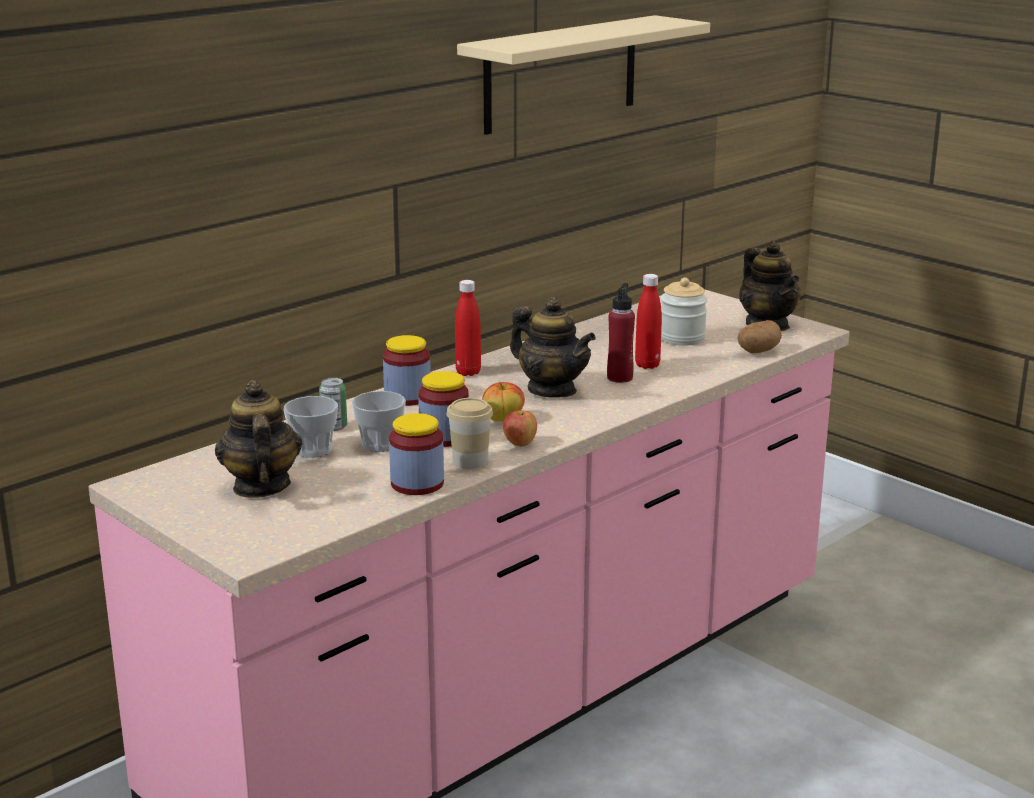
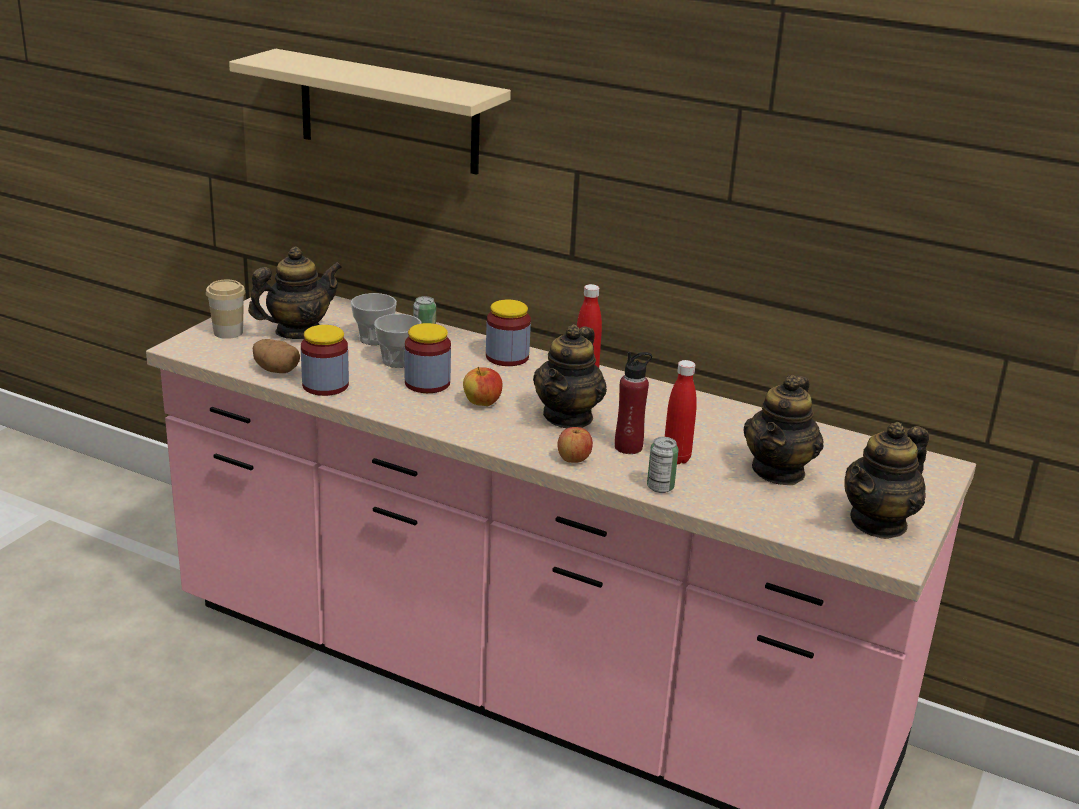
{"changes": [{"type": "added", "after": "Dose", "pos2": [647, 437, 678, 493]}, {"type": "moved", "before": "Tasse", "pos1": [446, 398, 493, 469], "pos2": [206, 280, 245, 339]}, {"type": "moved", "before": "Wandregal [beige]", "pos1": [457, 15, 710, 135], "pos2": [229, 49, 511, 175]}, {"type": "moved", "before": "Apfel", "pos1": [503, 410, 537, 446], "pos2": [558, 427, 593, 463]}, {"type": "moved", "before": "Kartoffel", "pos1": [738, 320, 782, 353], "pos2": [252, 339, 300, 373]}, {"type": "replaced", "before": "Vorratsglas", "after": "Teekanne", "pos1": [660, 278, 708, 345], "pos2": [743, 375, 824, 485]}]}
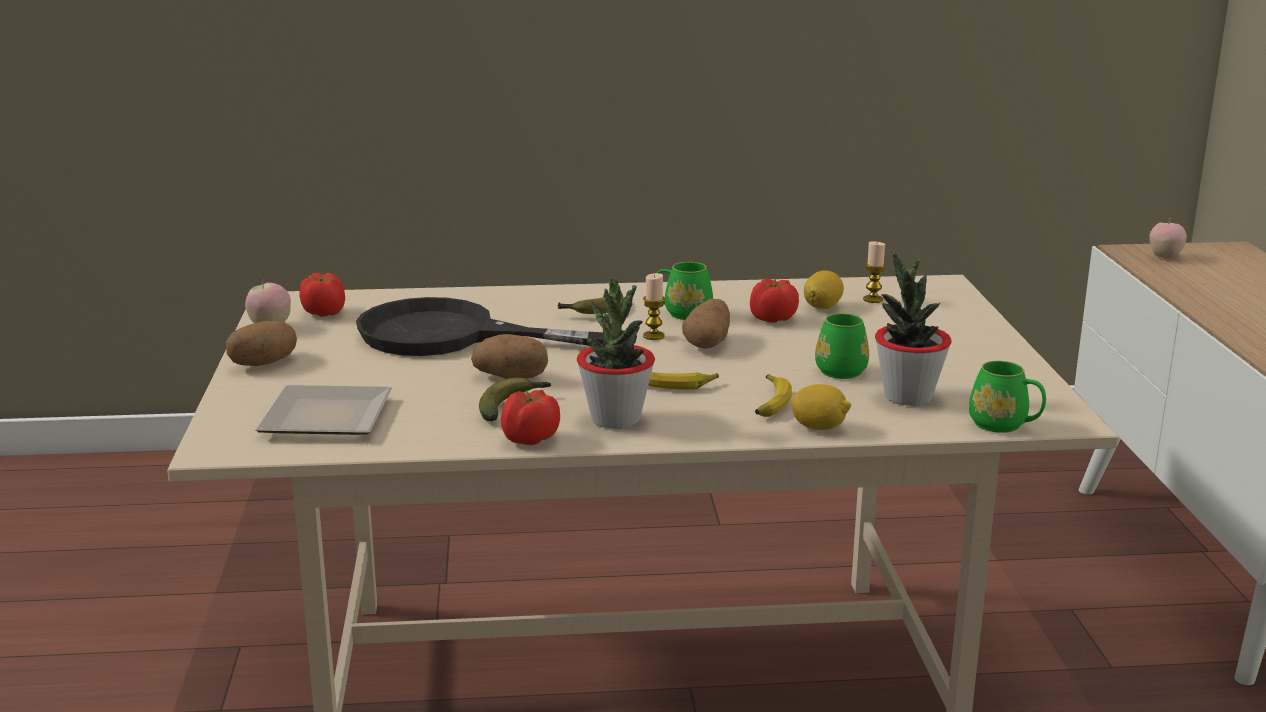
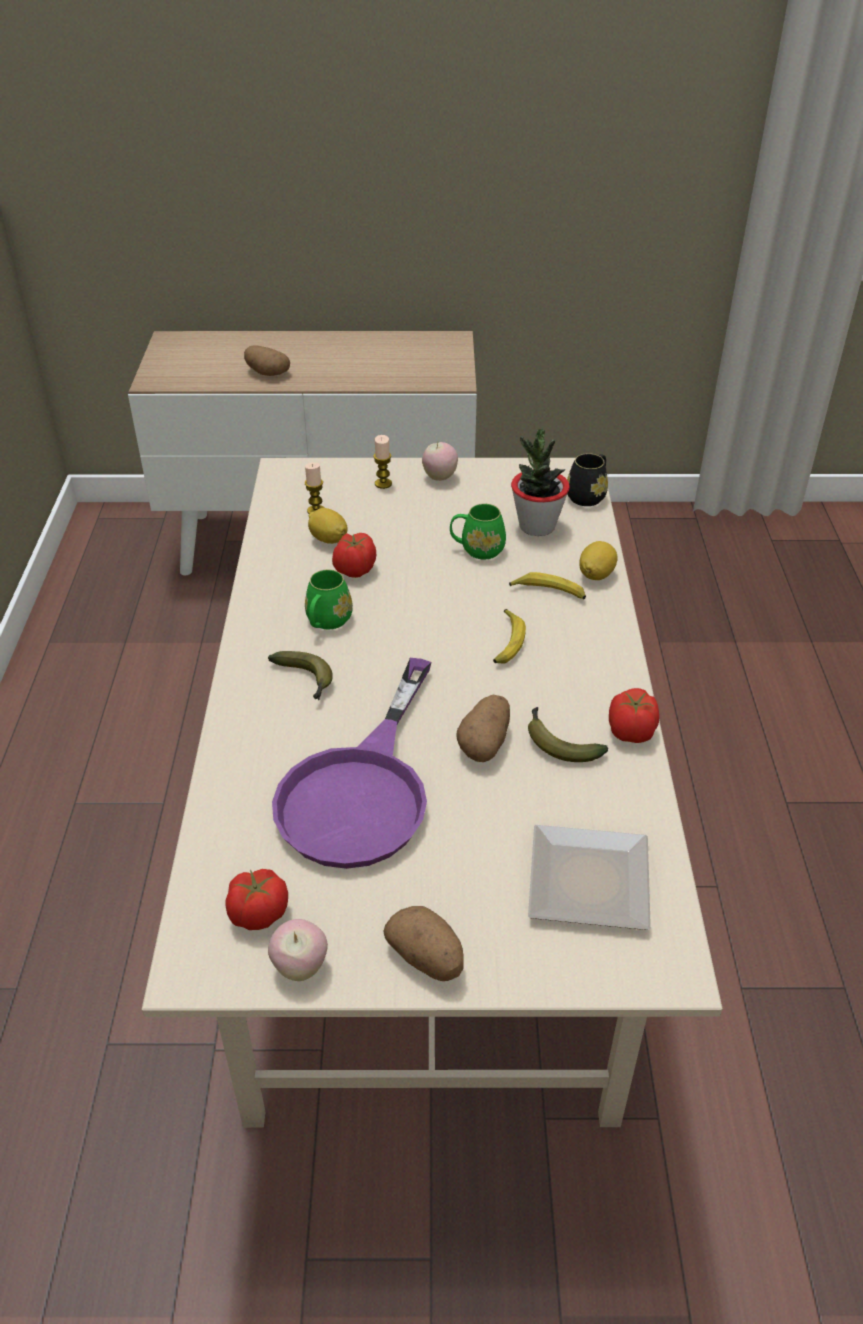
{"changes": [{"type": "removed", "before": "Topfpflanze", "pos1": [577, 278, 655, 429]}, {"type": "moved", "before": "Kerze", "pos1": [643, 273, 665, 340], "pos2": [373, 435, 392, 489]}, {"type": "moved", "before": "Kartoffel", "pos1": [682, 299, 730, 349], "pos2": [244, 346, 290, 376]}, {"type": "moved", "before": "Apfel", "pos1": [1149, 219, 1187, 258], "pos2": [422, 442, 458, 481]}, {"type": "recoloured", "before": "Pfanne [schwarz]", "after": "Pfanne [lila]", "pos1": [356, 297, 604, 356], "pos2": [272, 658, 431, 869]}, {"type": "recoloured", "before": "Henkelbecher [grün]", "after": "Henkelbecher [schwarz]", "pos1": [969, 361, 1046, 433], "pos2": [567, 453, 608, 506]}]}
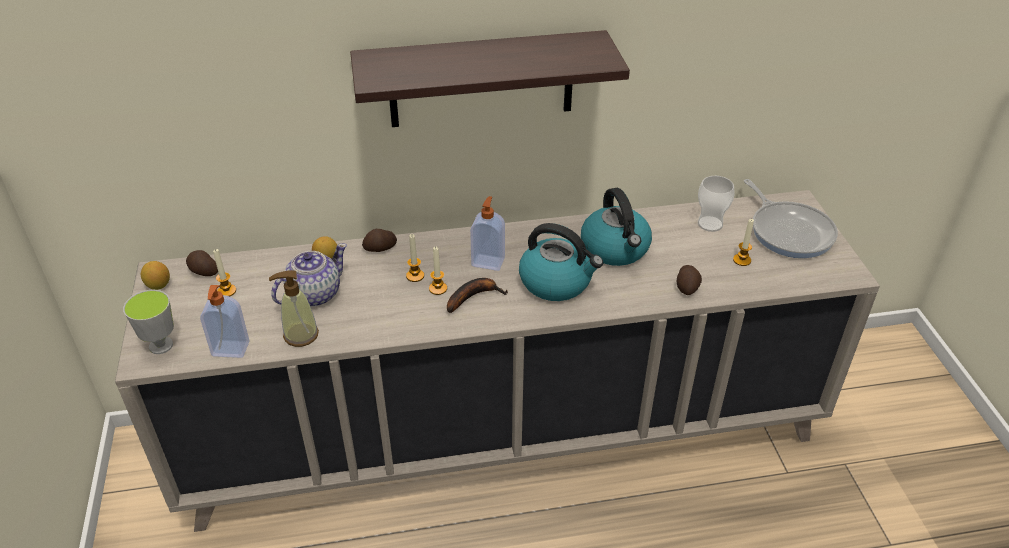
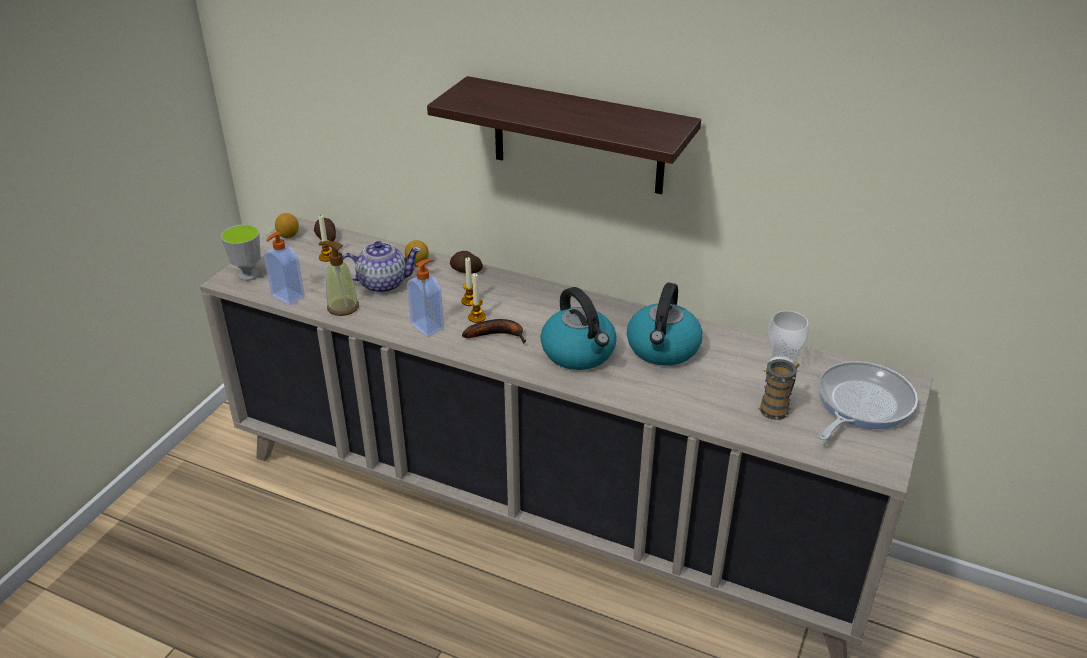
{"changes": [{"type": "removed", "before": "Kartoffel", "pos1": [677, 265, 702, 295]}, {"type": "moved", "before": "Seifenspender", "pos1": [470, 196, 505, 271], "pos2": [407, 259, 444, 337]}, {"type": "replaced", "before": "Kerze", "after": "Henkelbecher", "pos1": [733, 219, 754, 266], "pos2": [758, 359, 800, 420]}, {"type": "turned", "before": "Pfanne", "pos1": [744, 179, 838, 258], "pos2": [818, 361, 918, 440], "turn": -150}]}
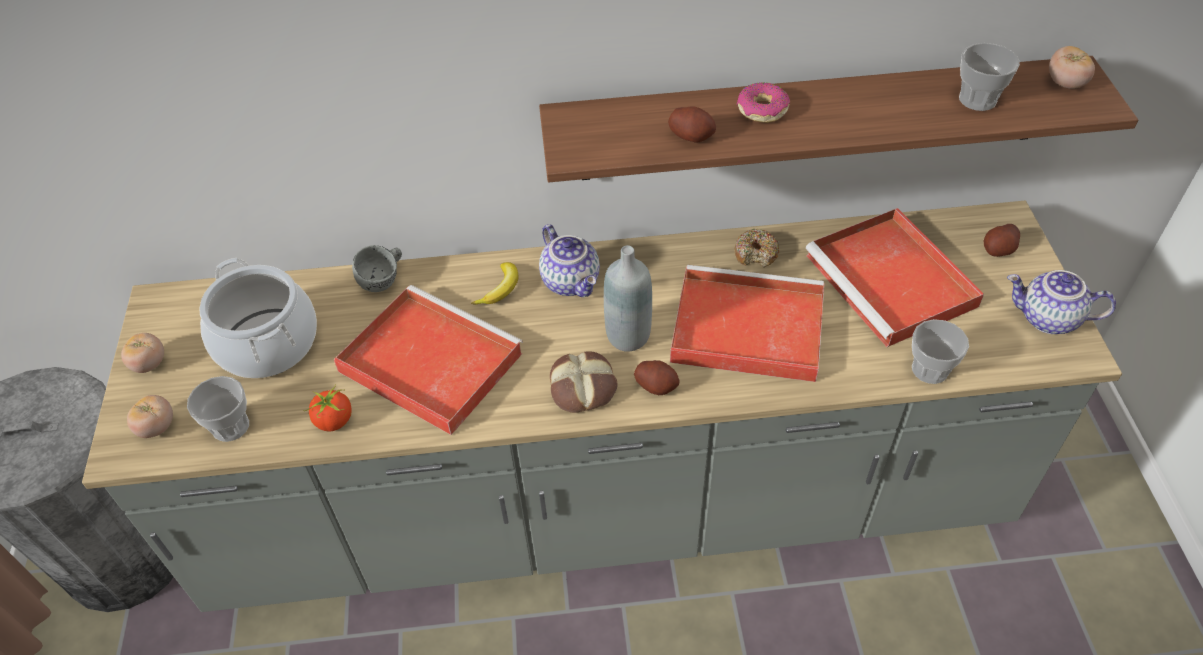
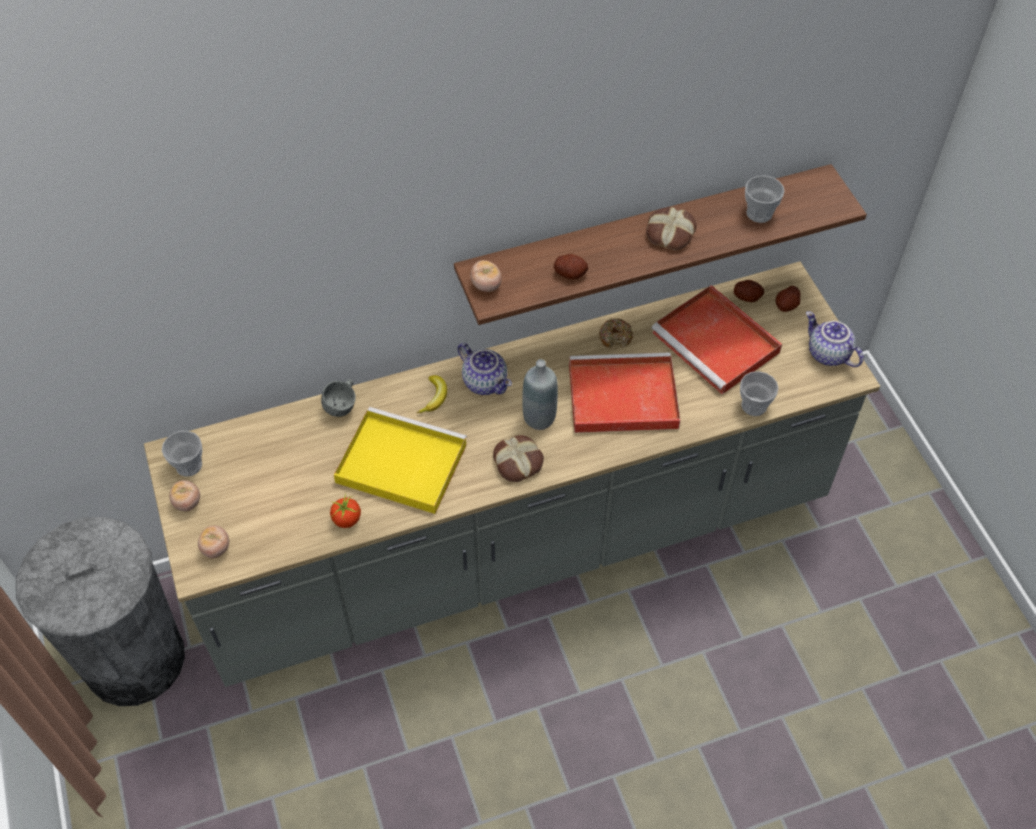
{"changes": [{"type": "removed", "before": "Kochtopf", "pos1": [200, 258, 317, 378]}, {"type": "removed", "before": "Donut", "pos1": [737, 82, 790, 123]}, {"type": "added", "after": "Brot", "pos2": [646, 207, 697, 251]}, {"type": "moved", "before": "Tasse", "pos1": [187, 376, 249, 442], "pos2": [162, 431, 202, 477]}, {"type": "moved", "before": "Kartoffel", "pos1": [634, 360, 680, 395], "pos2": [734, 280, 764, 302]}, {"type": "moved", "before": "Tomate", "pos1": [1049, 46, 1095, 89], "pos2": [470, 260, 502, 292]}, {"type": "recoloured", "before": "Tablett [rot]", "after": "Tablett [gelb]", "pos1": [334, 285, 523, 435], "pos2": [334, 407, 467, 514]}, {"type": "turned", "before": "Teekanne", "pos1": [1007, 270, 1116, 334], "pos2": [806, 311, 864, 367], "turn": 45}]}
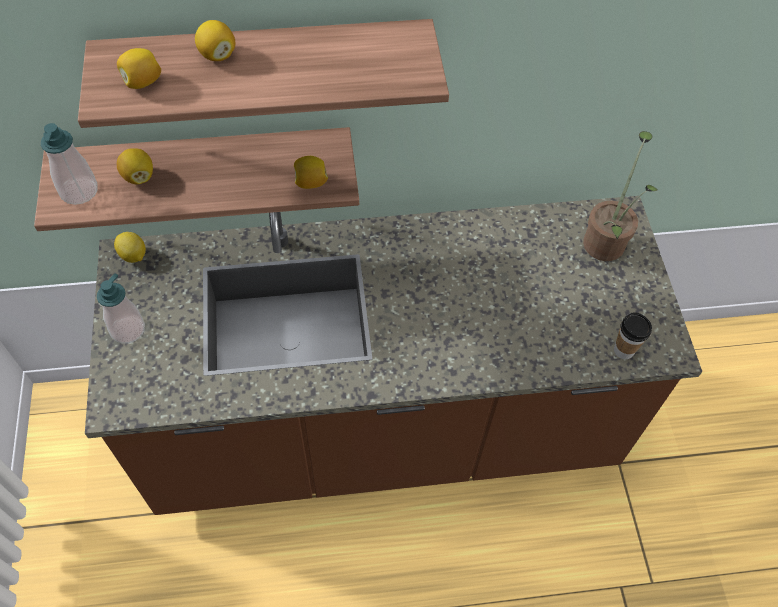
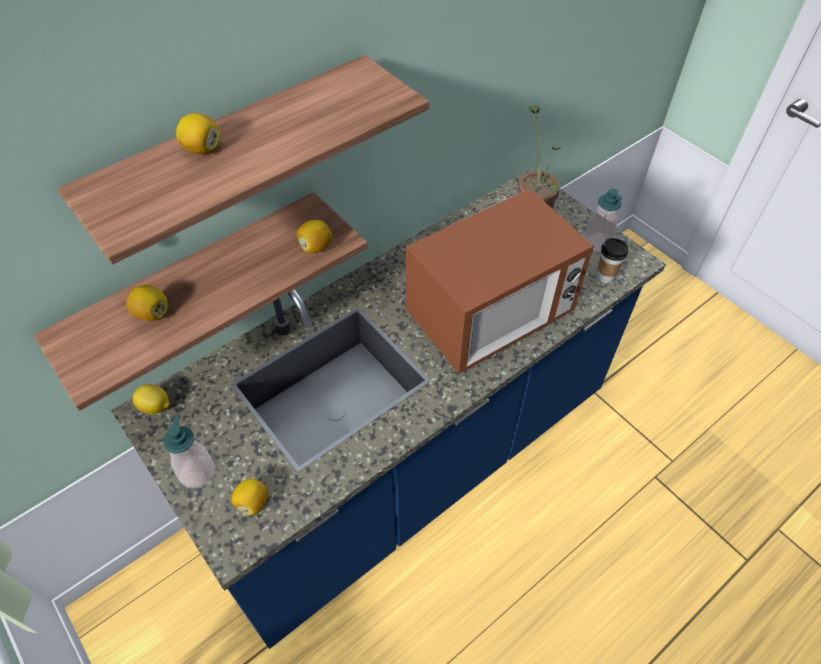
{"changes": [{"type": "added", "after": "Mikrowelle", "pos2": [406, 189, 594, 374]}, {"type": "moved", "before": "Seifenspender", "pos1": [41, 123, 98, 205], "pos2": [584, 188, 623, 252]}, {"type": "moved", "before": "Zitrone", "pos1": [117, 48, 161, 89], "pos2": [231, 478, 268, 516]}, {"type": "recoloured", "before": "Küchenzeile [braun]", "after": "Küchenzeile [blau]", "pos1": [85, 196, 702, 515], "pos2": [111, 168, 666, 649]}]}
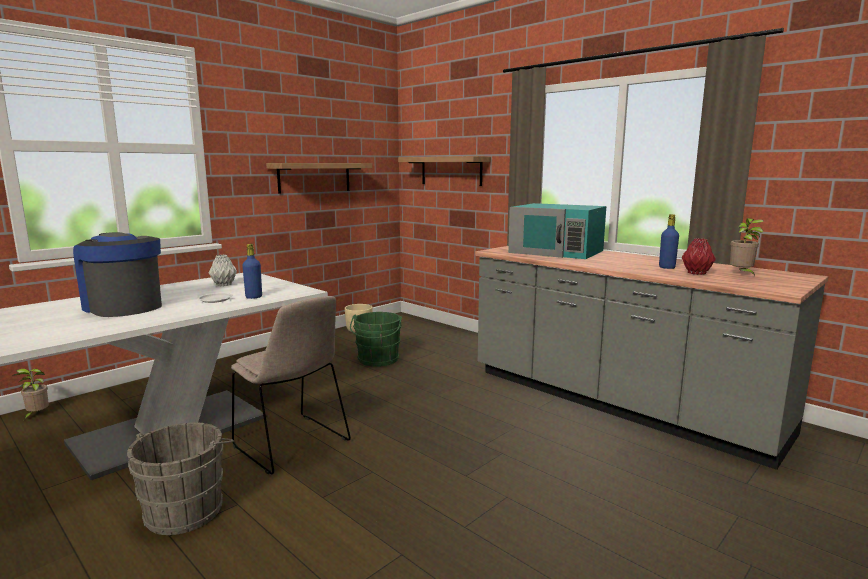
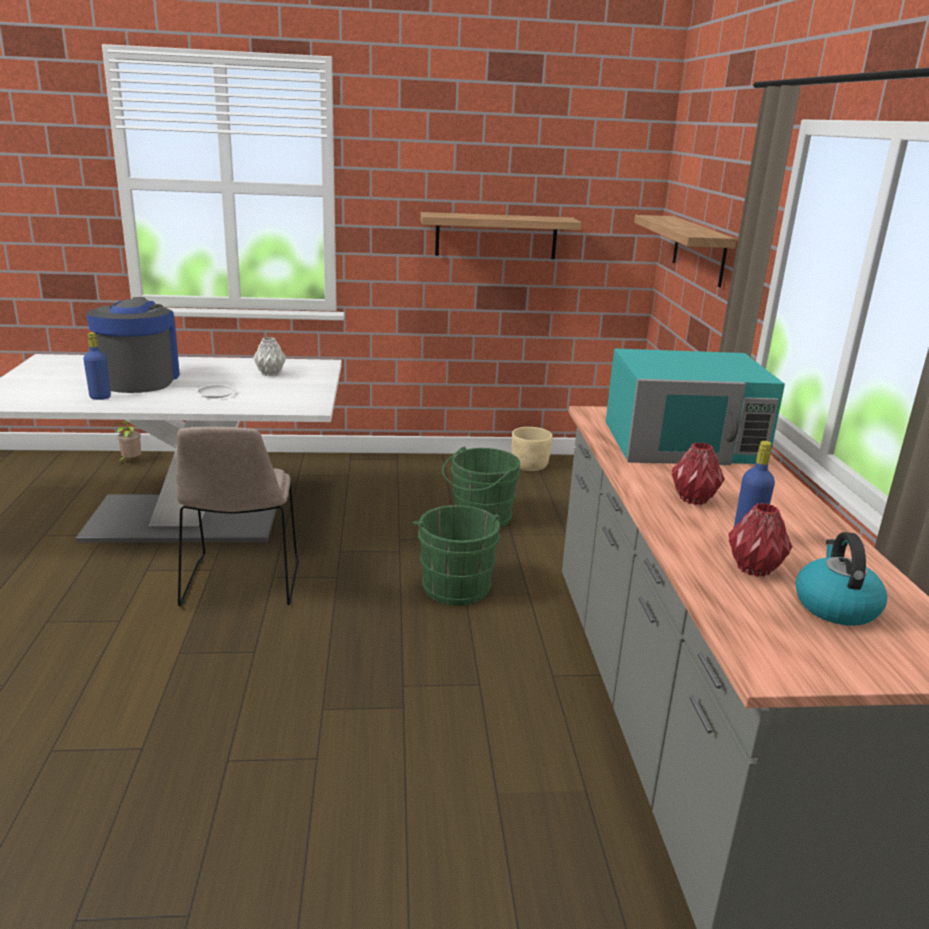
{"changes": [{"type": "removed", "before": "Eimer [grau]", "pos1": [127, 422, 234, 535]}, {"type": "added", "after": "Eimer [grün]", "pos2": [412, 505, 501, 605]}, {"type": "added", "after": "Vase [rot]", "pos2": [672, 442, 725, 505]}, {"type": "moved", "before": "Flasche [blau]", "pos1": [242, 244, 262, 299], "pos2": [83, 332, 111, 400]}, {"type": "replaced", "before": "Topfpflanze", "after": "Wasserkessel", "pos1": [730, 218, 764, 276], "pos2": [796, 532, 888, 626]}, {"type": "turned", "before": "Mikrowelle [türkis]", "pos1": [508, 203, 606, 259], "pos2": [606, 348, 785, 465], "turn": -75}]}
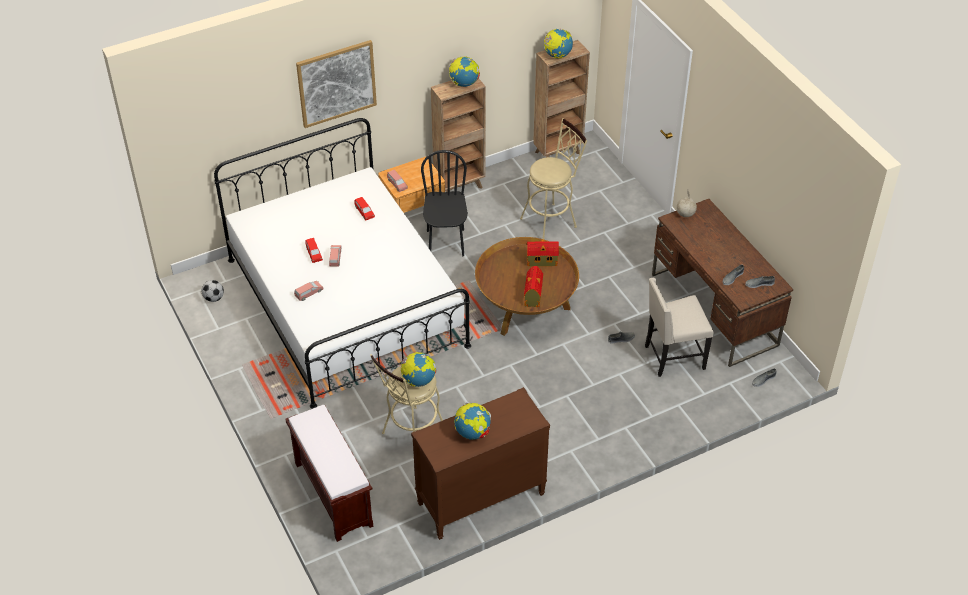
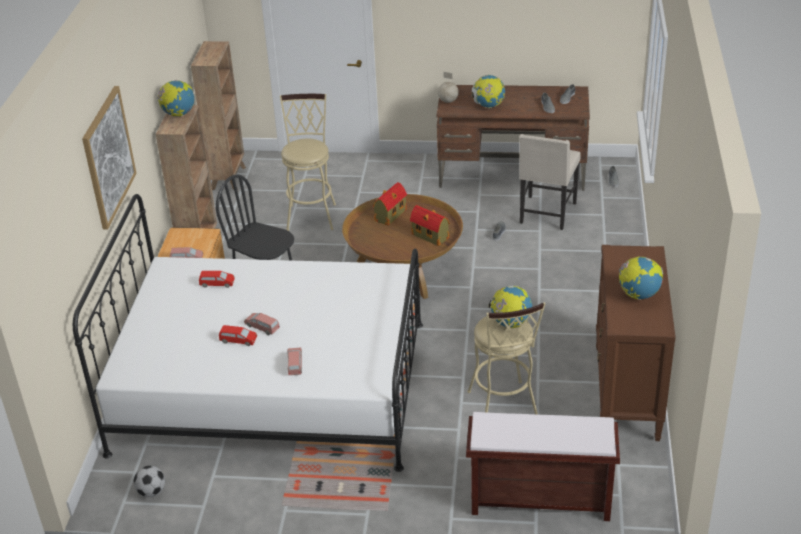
{"changes": [{"type": "moved", "before": "Globus", "pos1": [544, 29, 573, 59], "pos2": [472, 75, 505, 108]}]}
